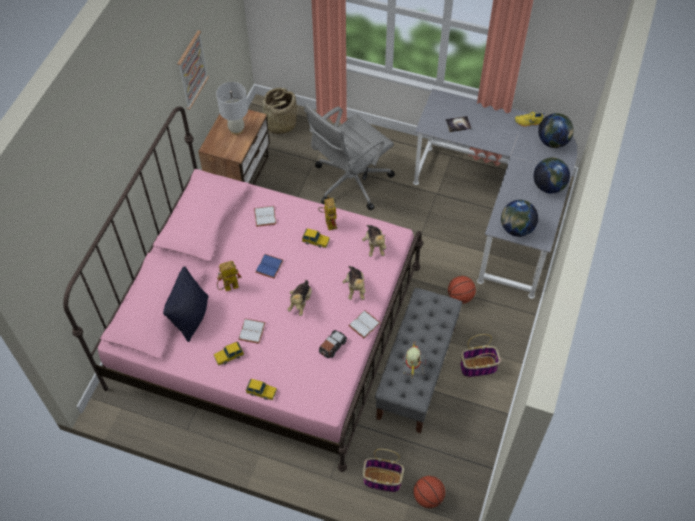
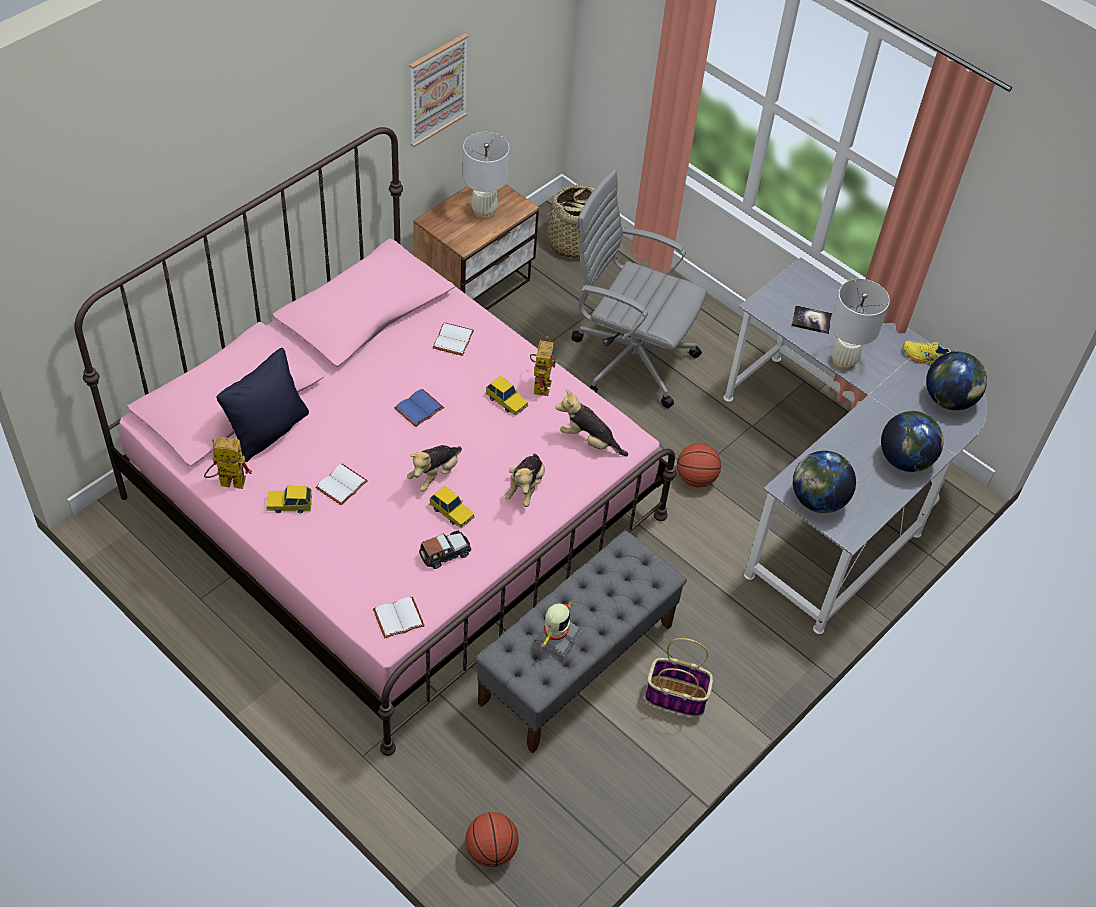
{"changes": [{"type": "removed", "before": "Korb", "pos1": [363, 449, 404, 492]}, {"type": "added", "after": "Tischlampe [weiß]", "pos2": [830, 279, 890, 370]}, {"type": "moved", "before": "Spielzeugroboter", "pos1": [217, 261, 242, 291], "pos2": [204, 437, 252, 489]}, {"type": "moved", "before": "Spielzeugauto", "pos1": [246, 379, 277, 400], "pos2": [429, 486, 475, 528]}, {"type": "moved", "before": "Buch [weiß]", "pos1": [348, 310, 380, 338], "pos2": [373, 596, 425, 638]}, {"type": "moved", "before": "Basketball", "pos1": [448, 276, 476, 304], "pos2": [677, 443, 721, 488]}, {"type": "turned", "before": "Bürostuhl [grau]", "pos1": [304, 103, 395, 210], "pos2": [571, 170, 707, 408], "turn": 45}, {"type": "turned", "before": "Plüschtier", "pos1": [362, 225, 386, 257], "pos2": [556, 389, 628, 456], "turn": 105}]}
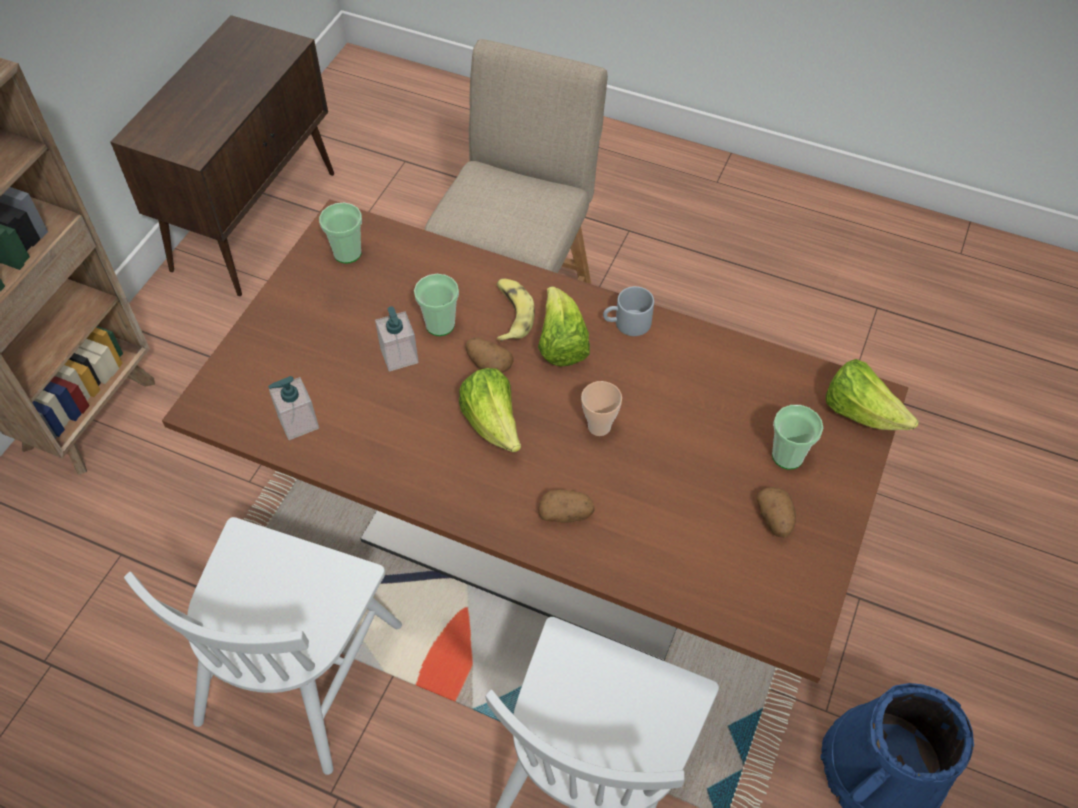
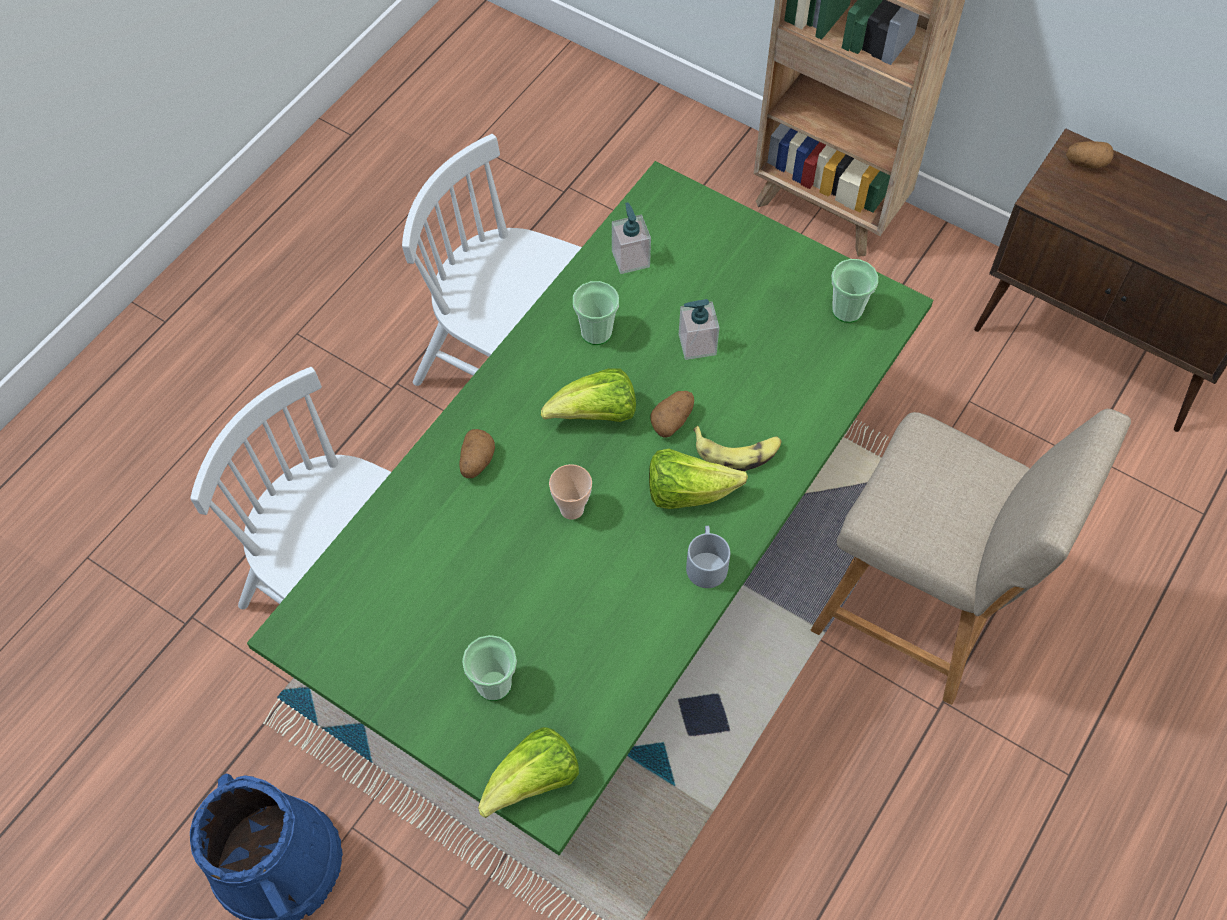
{"changes": [{"type": "moved", "before": "Tasse", "pos1": [414, 274, 459, 336], "pos2": [573, 281, 619, 345]}, {"type": "moved", "before": "Kartoffel", "pos1": [757, 487, 796, 538], "pos2": [1066, 141, 1113, 168]}, {"type": "recoloured", "before": "Esstisch [braun]", "after": "Esstisch [grün]", "pos1": [162, 199, 908, 683], "pos2": [247, 161, 933, 855]}]}
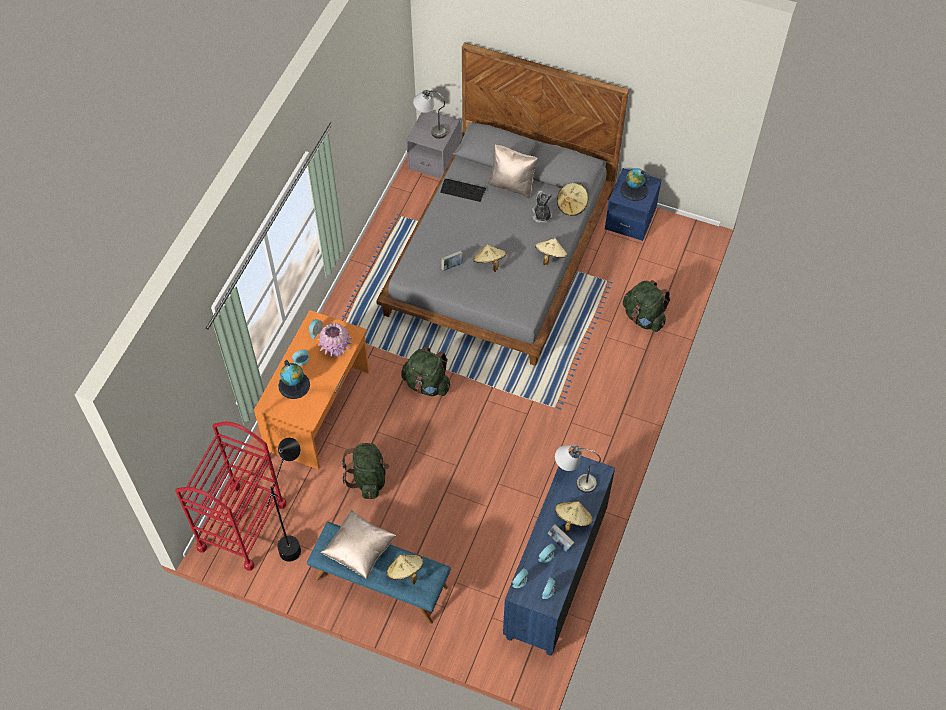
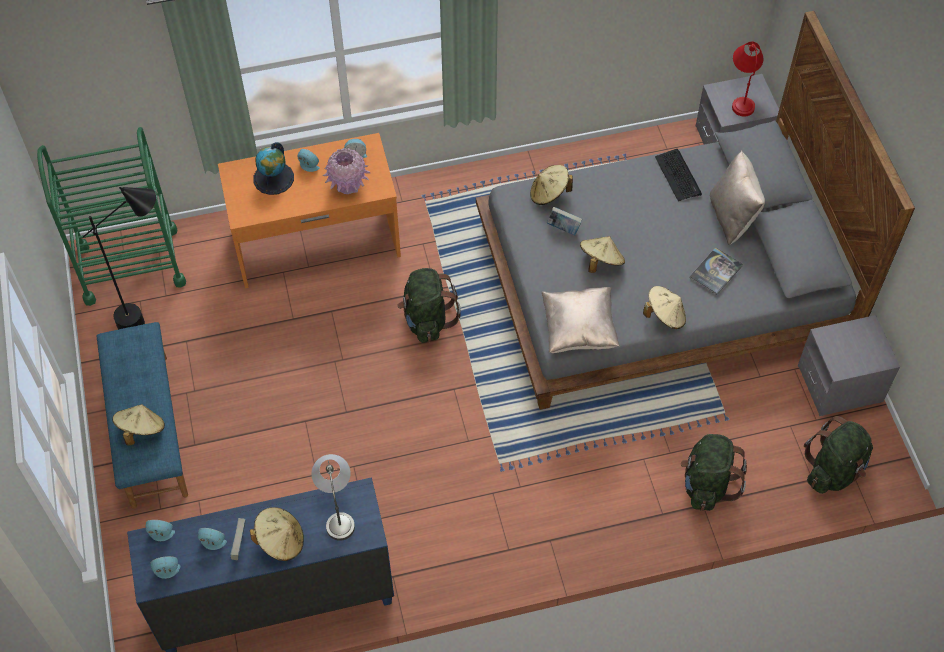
{"changes": [{"type": "removed", "before": "Globus", "pos1": [621, 168, 650, 201]}, {"type": "moved", "before": "Kissen [beige]", "pos1": [320, 510, 396, 579], "pos2": [542, 287, 620, 353]}, {"type": "moved", "before": "Rucksack [grün]", "pos1": [342, 443, 390, 499], "pos2": [804, 416, 873, 494]}, {"type": "moved", "before": "Hut [beige]", "pos1": [557, 183, 588, 216], "pos2": [530, 165, 573, 205]}, {"type": "replaced", "before": "Plüschtier", "after": "Buch", "pos1": [532, 191, 552, 223], "pos2": [689, 247, 743, 295]}, {"type": "recoloured", "before": "Rollwagen [rot]", "after": "Rollwagen [grün]", "pos1": [176, 421, 287, 571], "pos2": [37, 127, 186, 306]}, {"type": "recoloured", "before": "Tischlampe [grau]", "after": "Tischlampe [rot]", "pos1": [413, 90, 447, 139], "pos2": [732, 41, 763, 117]}, {"type": "recoloured", "before": "Nachttisch [blau]", "after": "Nachttisch [grau]", "pos1": [605, 168, 662, 241], "pos2": [798, 315, 900, 416]}]}
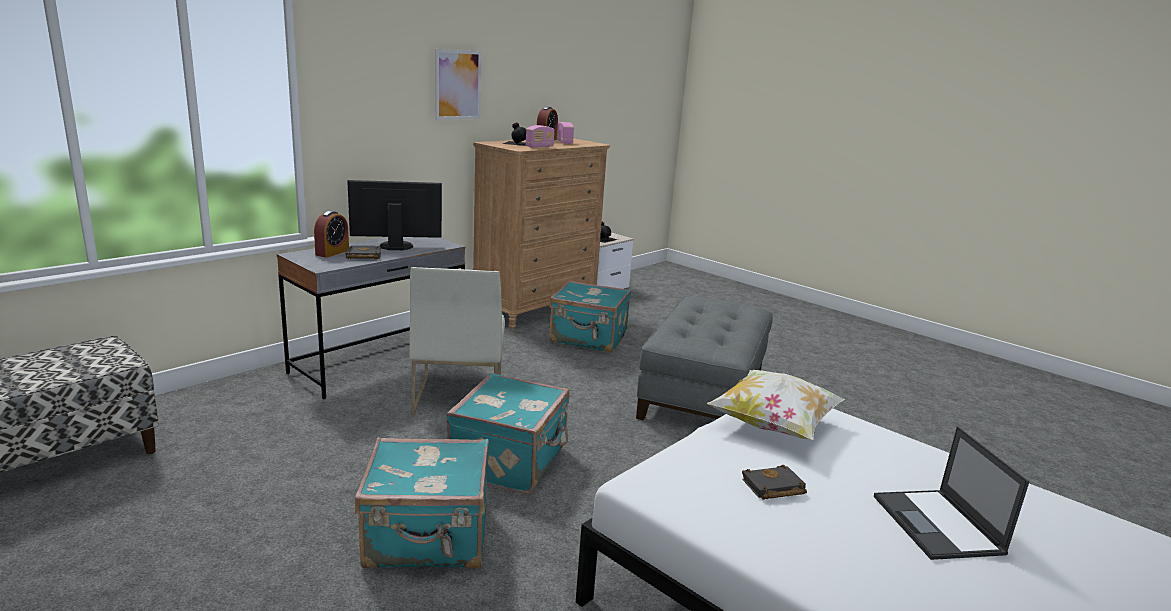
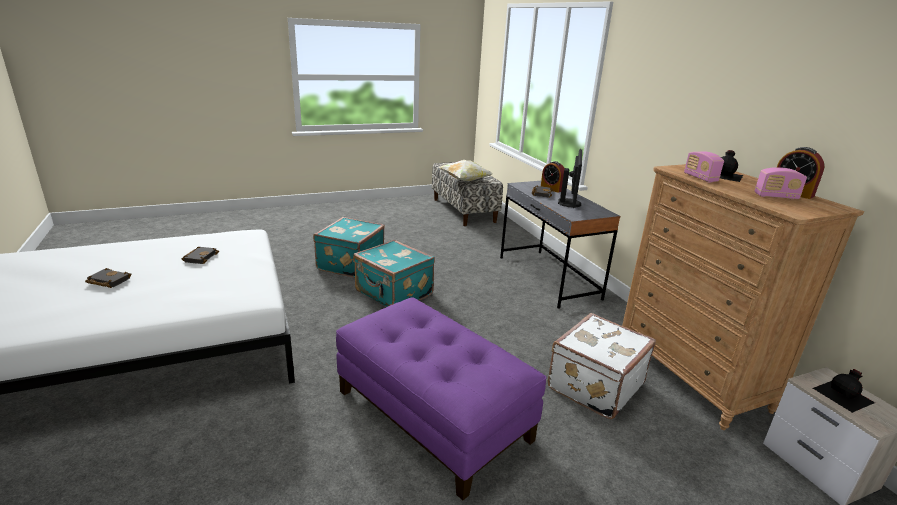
{"changes": [{"type": "removed", "before": "Stuhl [weiß]", "pos1": [409, 267, 505, 415]}, {"type": "removed", "before": "Bild", "pos1": [435, 49, 481, 120]}, {"type": "moved", "before": "Kissen", "pos1": [707, 370, 845, 440], "pos2": [438, 160, 493, 181]}, {"type": "replaced", "before": "Laptop", "after": "Buch [schwarz]", "pos1": [874, 426, 1030, 560], "pos2": [85, 268, 131, 288]}, {"type": "recoloured", "before": "Koffer [türkis]", "after": "Koffer [weiß]", "pos1": [549, 281, 631, 353], "pos2": [548, 313, 656, 419]}, {"type": "recoloured", "before": "Polsterhocker [grau]", "after": "Polsterhocker [lila]", "pos1": [636, 296, 773, 420], "pos2": [336, 297, 547, 500]}]}
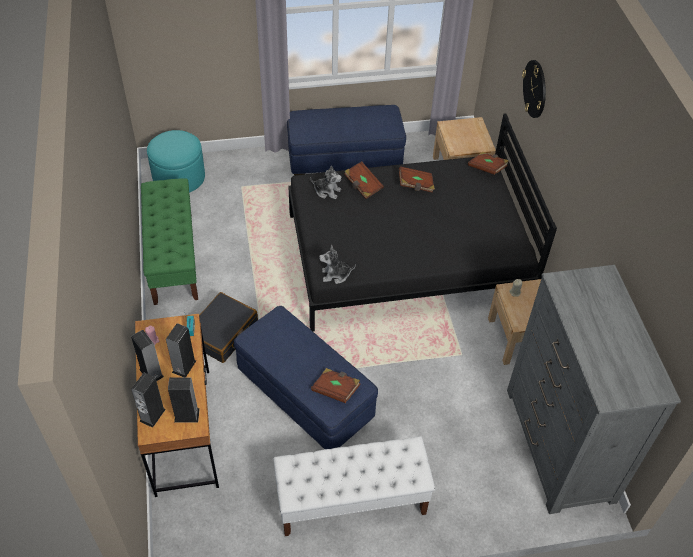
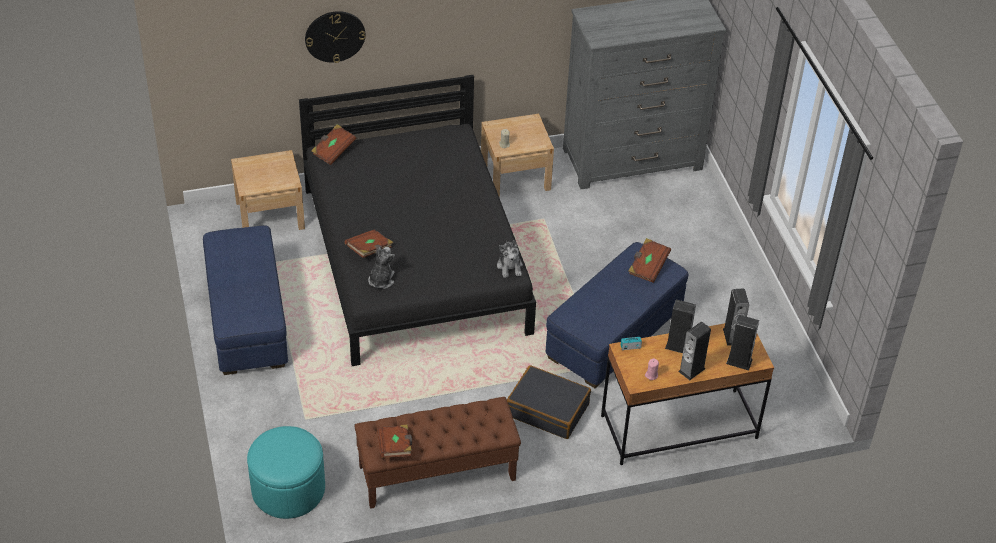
{"changes": [{"type": "removed", "before": "Bank [weiß]", "pos1": [273, 436, 435, 536]}, {"type": "moved", "before": "Buch [braun]", "pos1": [399, 166, 435, 193], "pos2": [377, 424, 412, 458]}, {"type": "recoloured", "before": "Bank [grün]", "after": "Bank [braun]", "pos1": [141, 178, 198, 305], "pos2": [354, 397, 521, 509]}]}
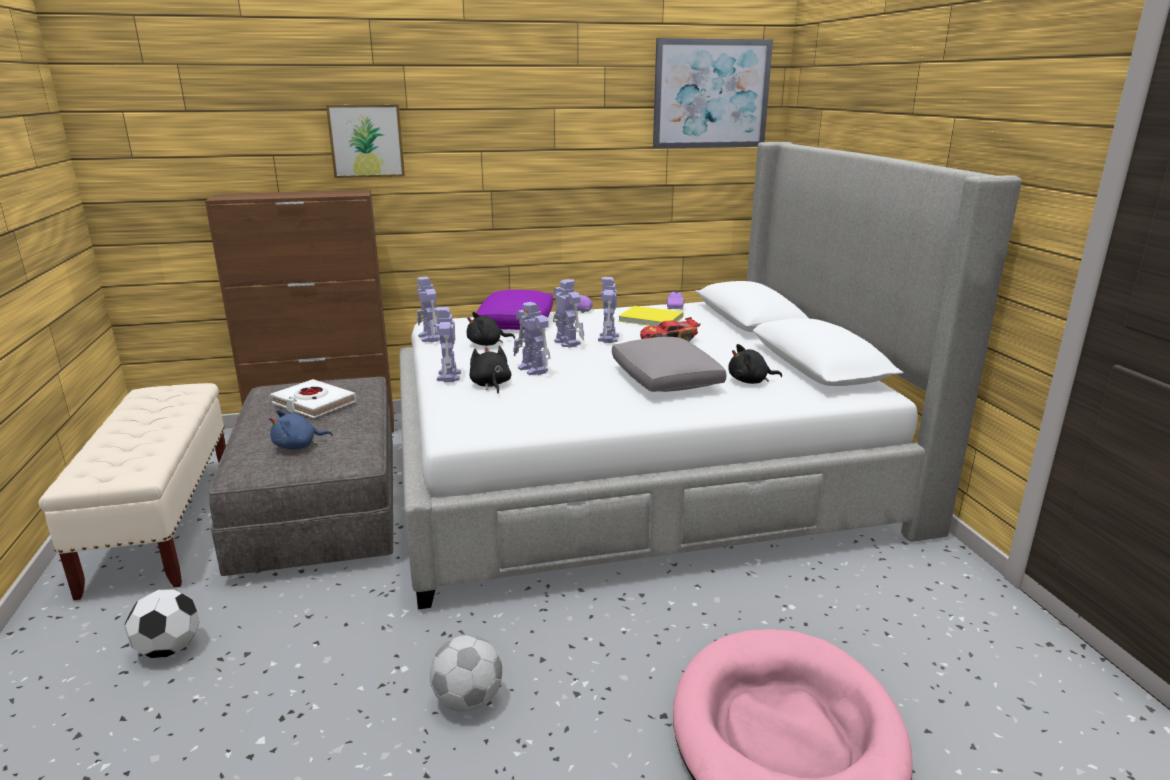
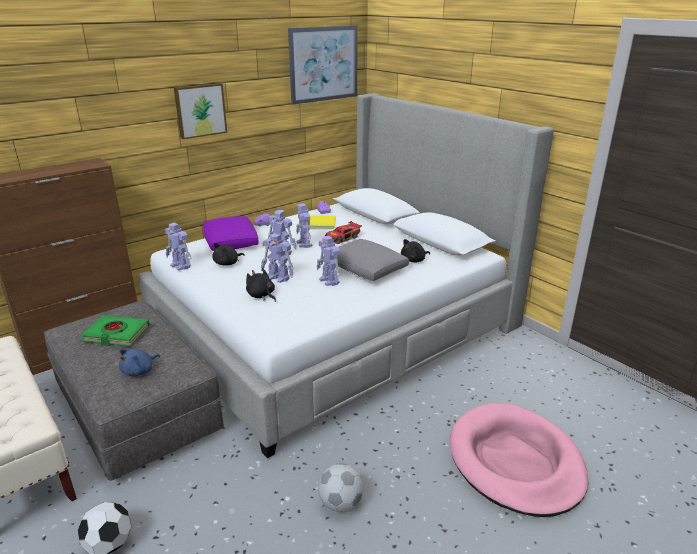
{"changes": [{"type": "moved", "before": "Bild", "pos1": [326, 104, 405, 178], "pos2": [174, 83, 227, 139]}, {"type": "moved", "before": "Spielzeugroboter", "pos1": [434, 307, 461, 382], "pos2": [317, 236, 341, 286]}, {"type": "recoloured", "before": "Buch [weiß]", "after": "Buch [grün]", "pos1": [270, 379, 357, 418], "pos2": [81, 315, 150, 346]}]}
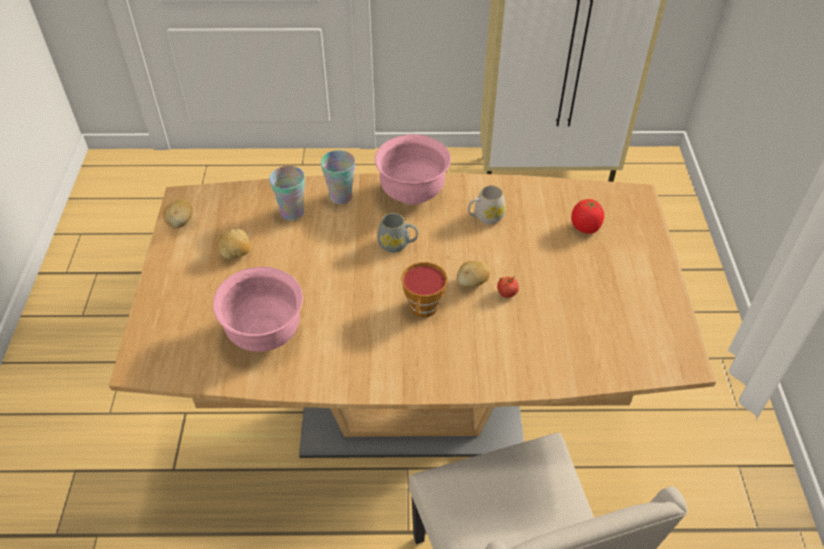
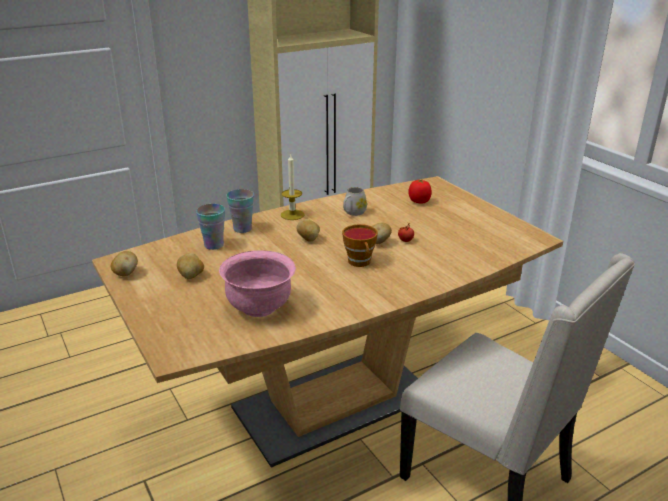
{"changes": [{"type": "replaced", "before": "Schüssel [rosa]", "after": "Kerze", "pos1": [375, 134, 451, 205], "pos2": [281, 153, 305, 220]}, {"type": "replaced", "before": "Henkelbecher [grau]", "after": "Kartoffel", "pos1": [377, 213, 418, 253], "pos2": [296, 219, 320, 242]}]}
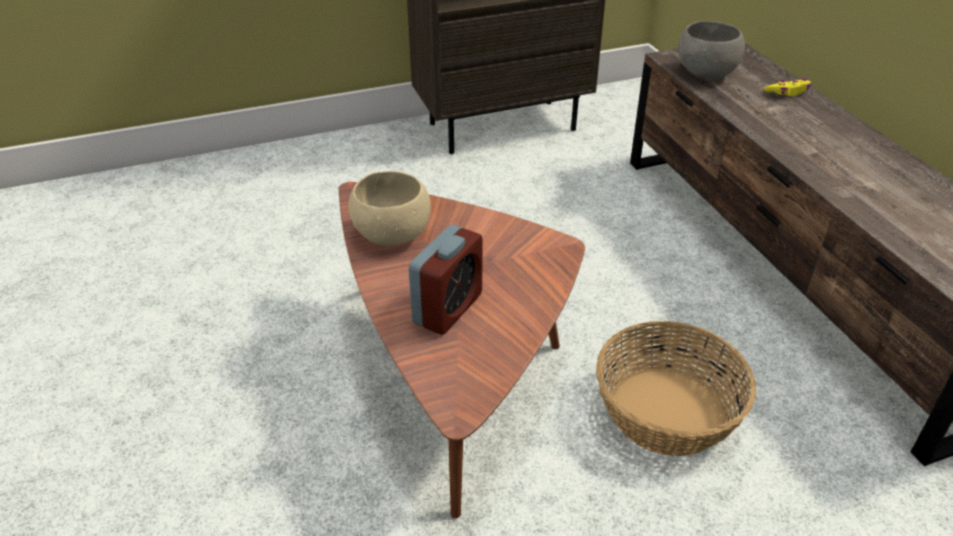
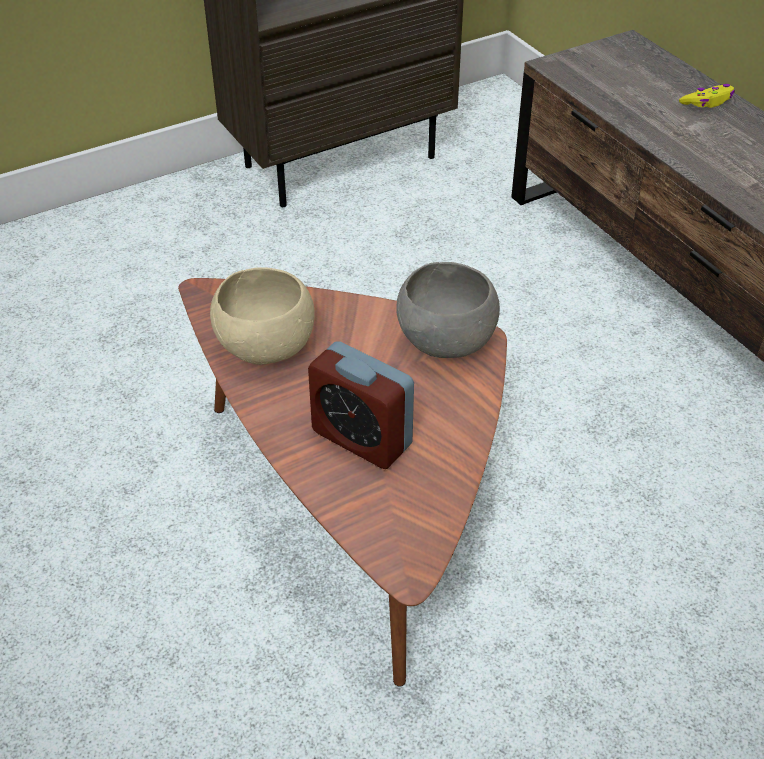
{"changes": [{"type": "removed", "before": "Korb", "pos1": [596, 321, 756, 456]}, {"type": "moved", "before": "Schüssel [grau]", "pos1": [678, 21, 745, 78], "pos2": [396, 262, 500, 358]}, {"type": "turned", "before": "Wecker", "pos1": [409, 225, 483, 335], "pos2": [308, 341, 414, 469], "turn": 105}]}
